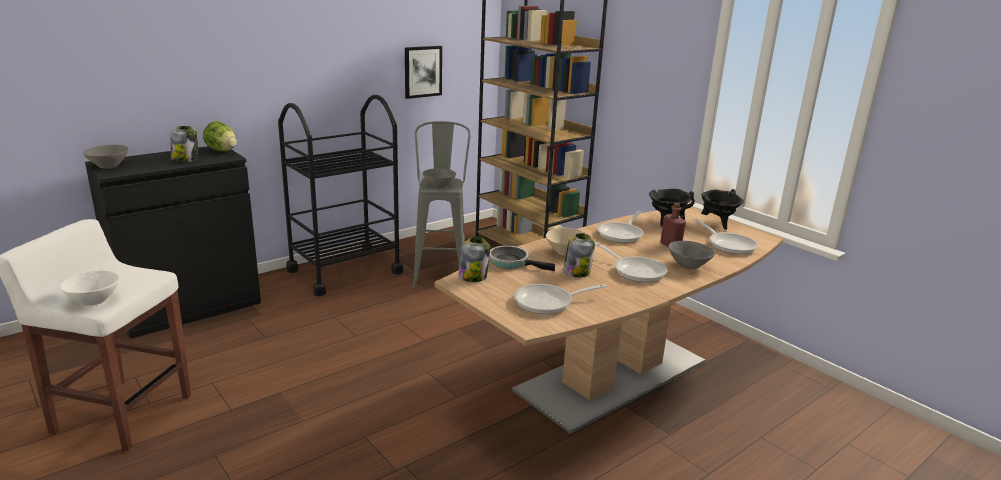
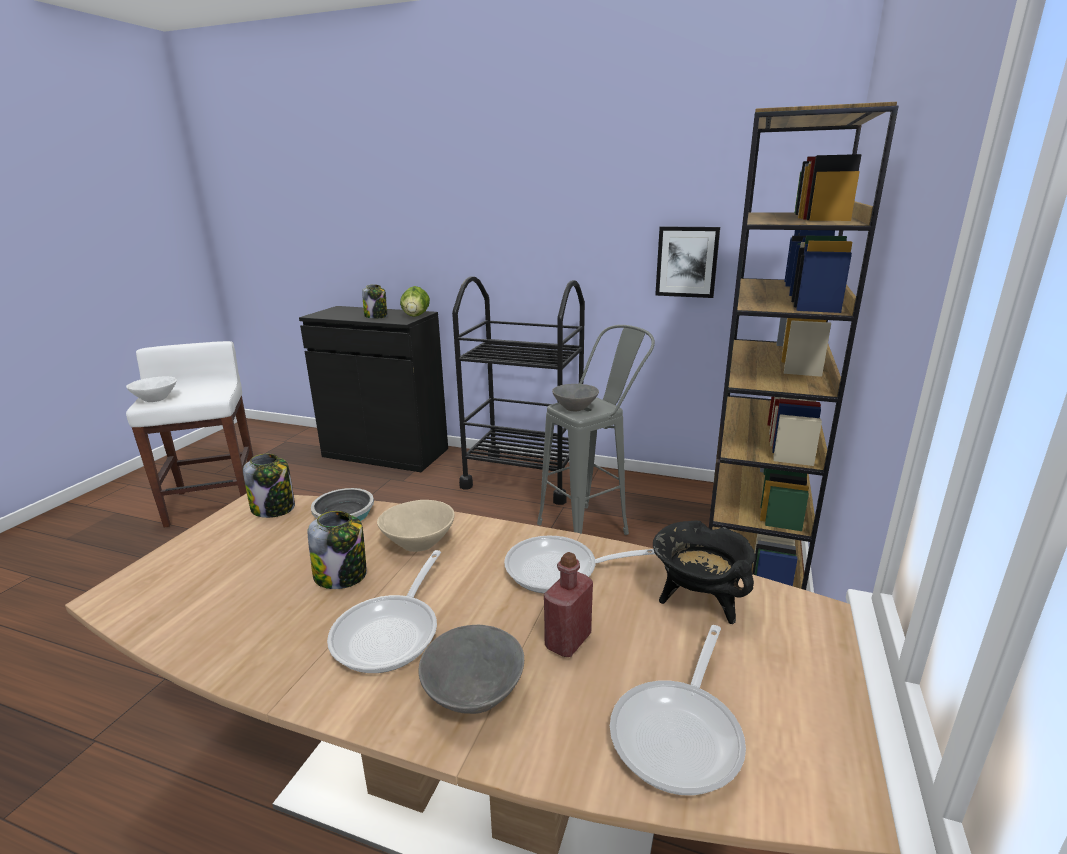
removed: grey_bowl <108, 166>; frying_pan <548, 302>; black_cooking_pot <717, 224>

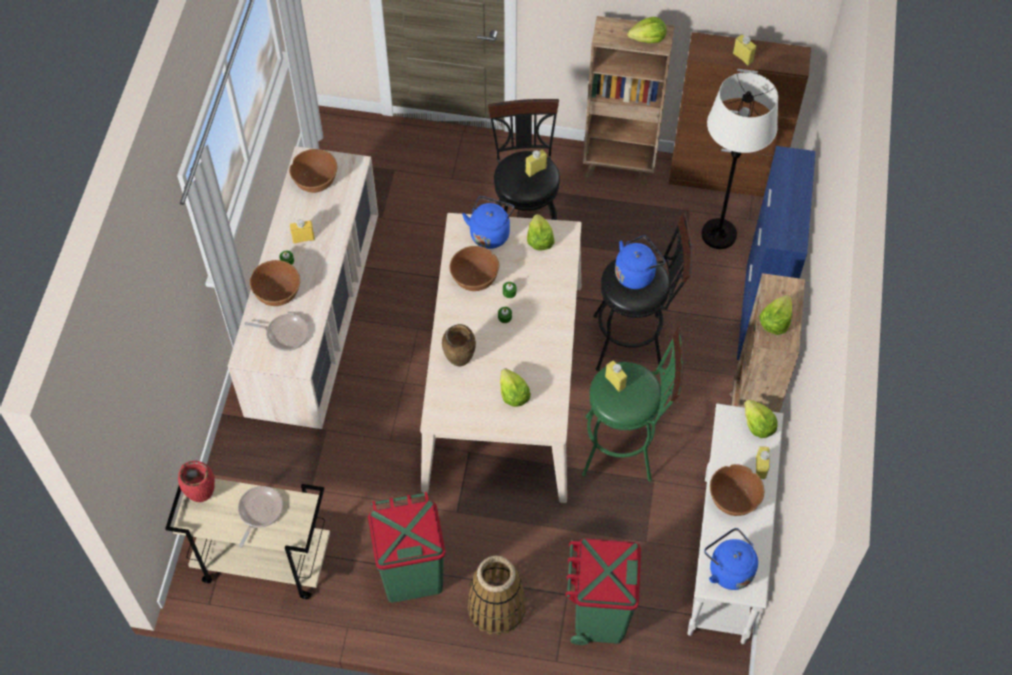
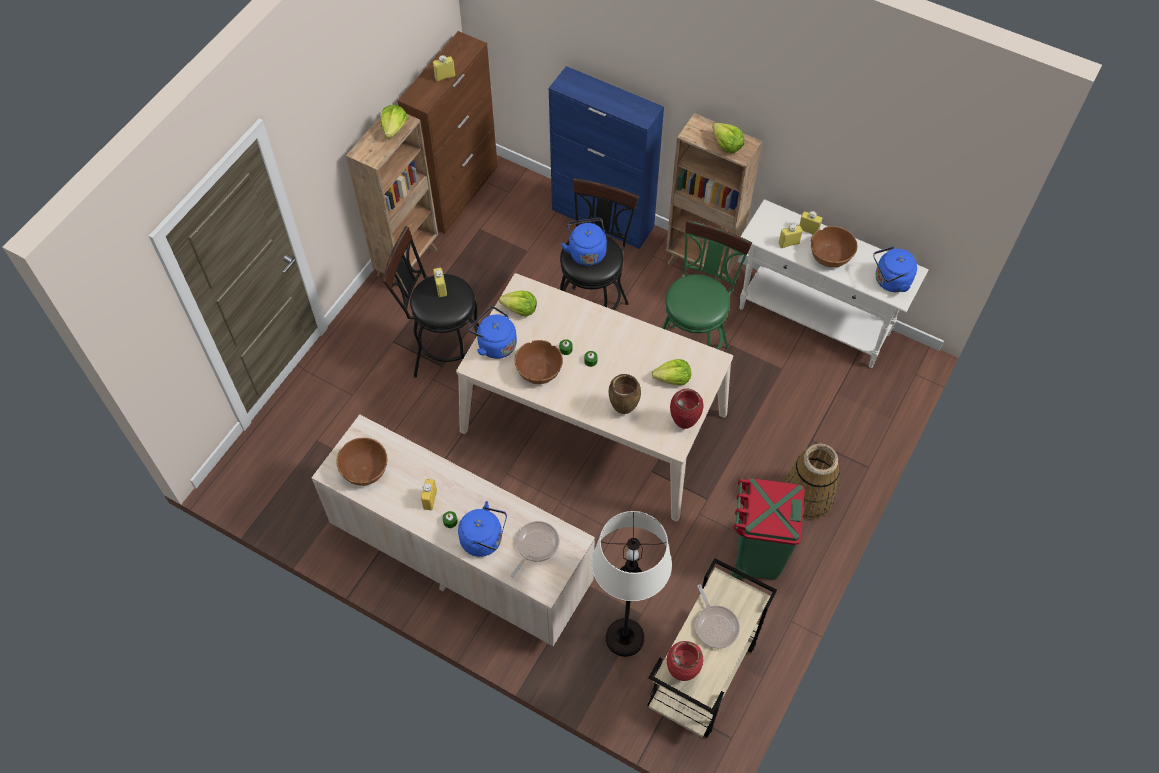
removed: green_trash_can <599, 615>; lettuce <758, 425>
added: red_vase <684, 423>
moved: yellow_bottle <615, 382> to <788, 243>; white_floor_lamp <719, 234> to <625, 637>
replaced: brown_bowl <277, 293> to blue_kettle <484, 540>
turned: frying_pan <259, 512> = <715, 625> 150 degrees counterclockwise

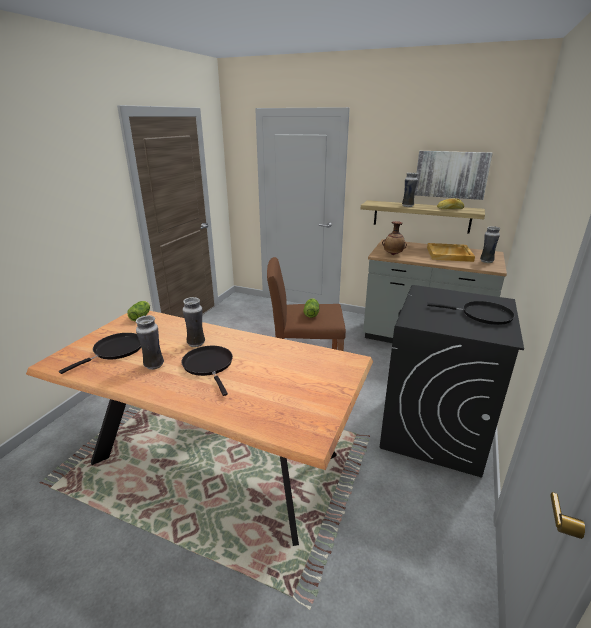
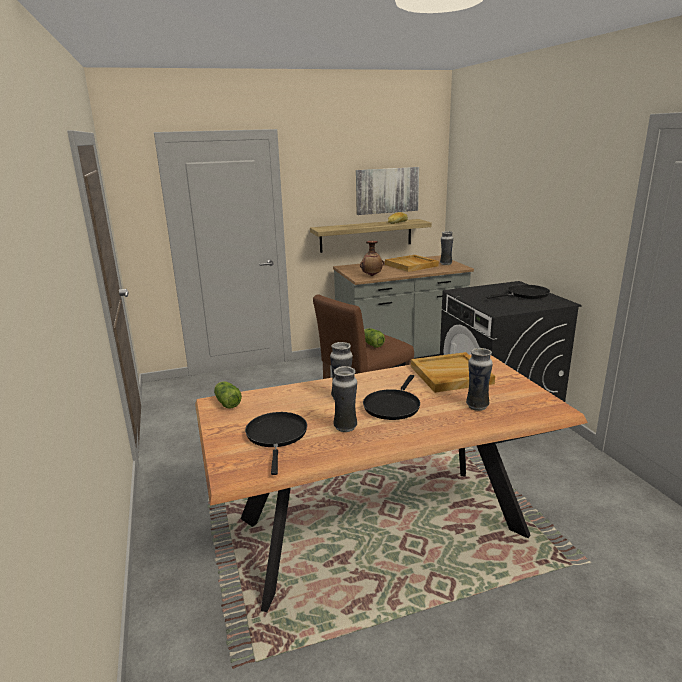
added: beige_tray <450, 375>
moved: vase <408, 206> to <477, 406>
turned: black_frying_pan <209, 365> = <392, 406> 90 degrees counterclockwise

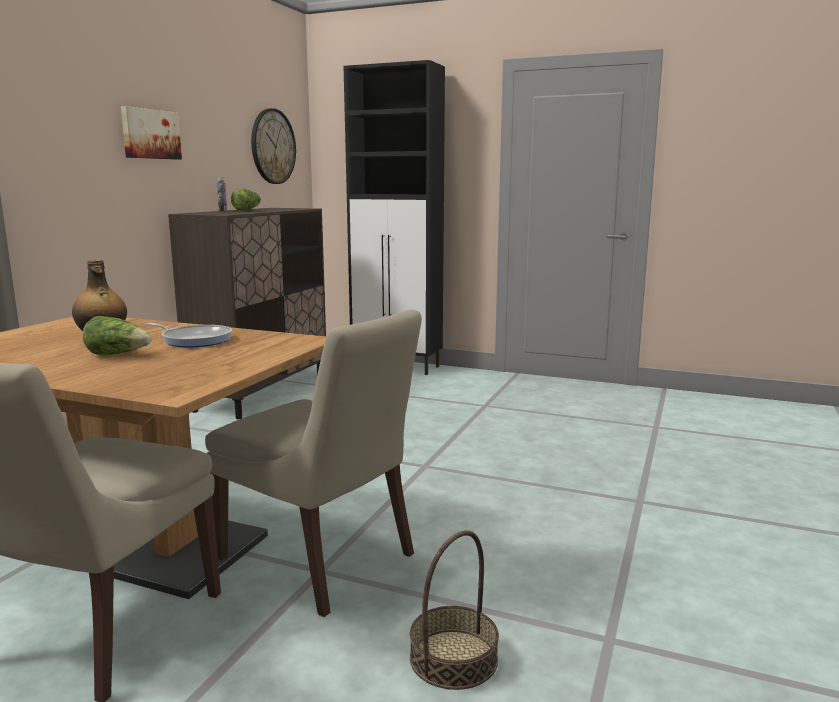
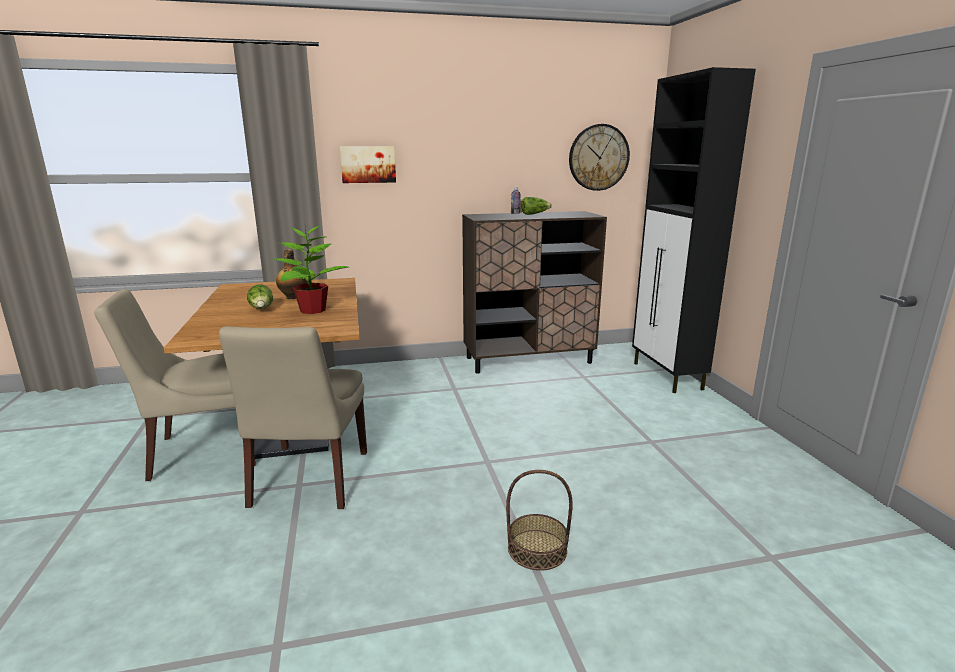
moved: picture <150, 134> to <368, 164>; basket <453, 658> to <537, 549>
replaced: frying_pan <194, 340> to potted_plant <312, 310>

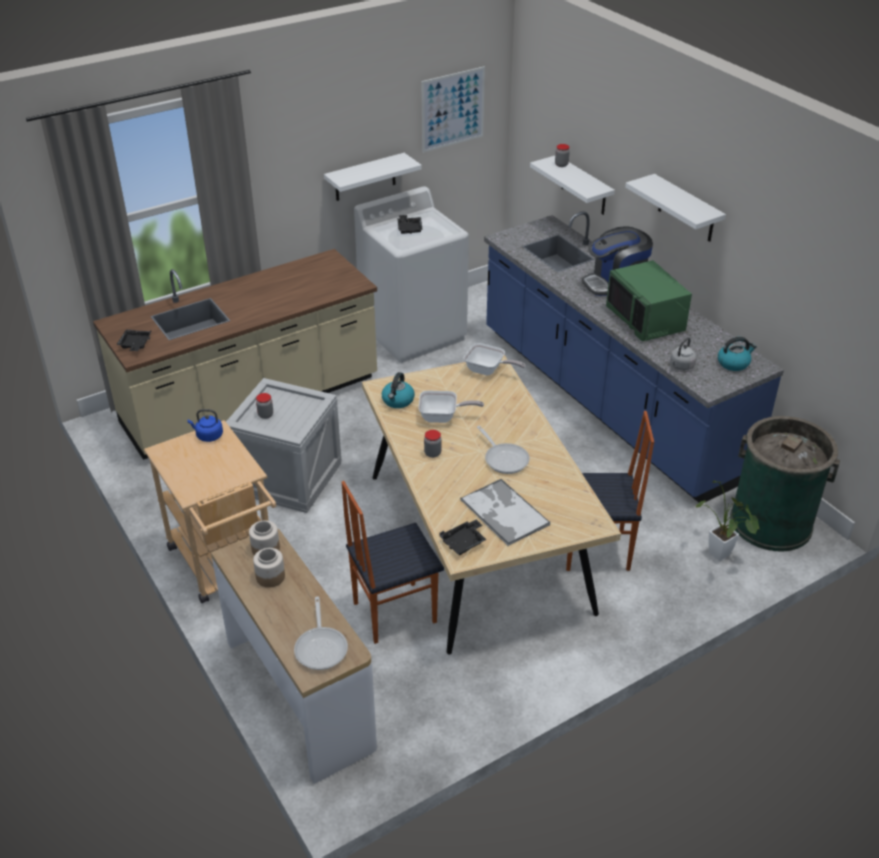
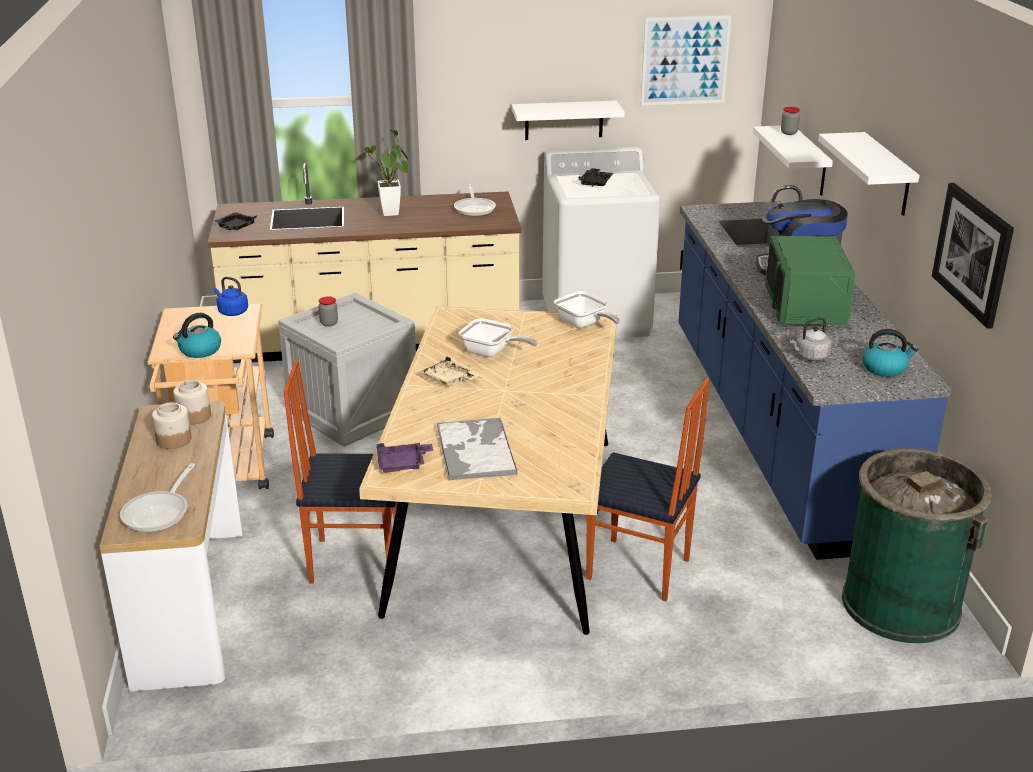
added: picture <973, 253>
moved: kettle <398, 401> to <200, 351>; frying_pan <504, 458> to <475, 208>; potted_plant <722, 557> to <390, 215>
replaced: jar <432, 453> to beige_tray <448, 380>
recoloured: black_tray <464, 542> to purple_tray <403, 464>

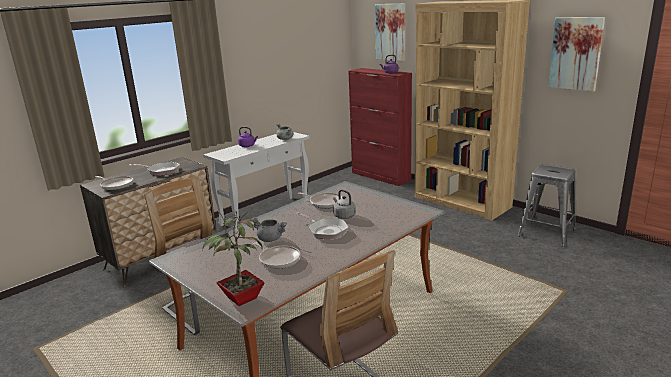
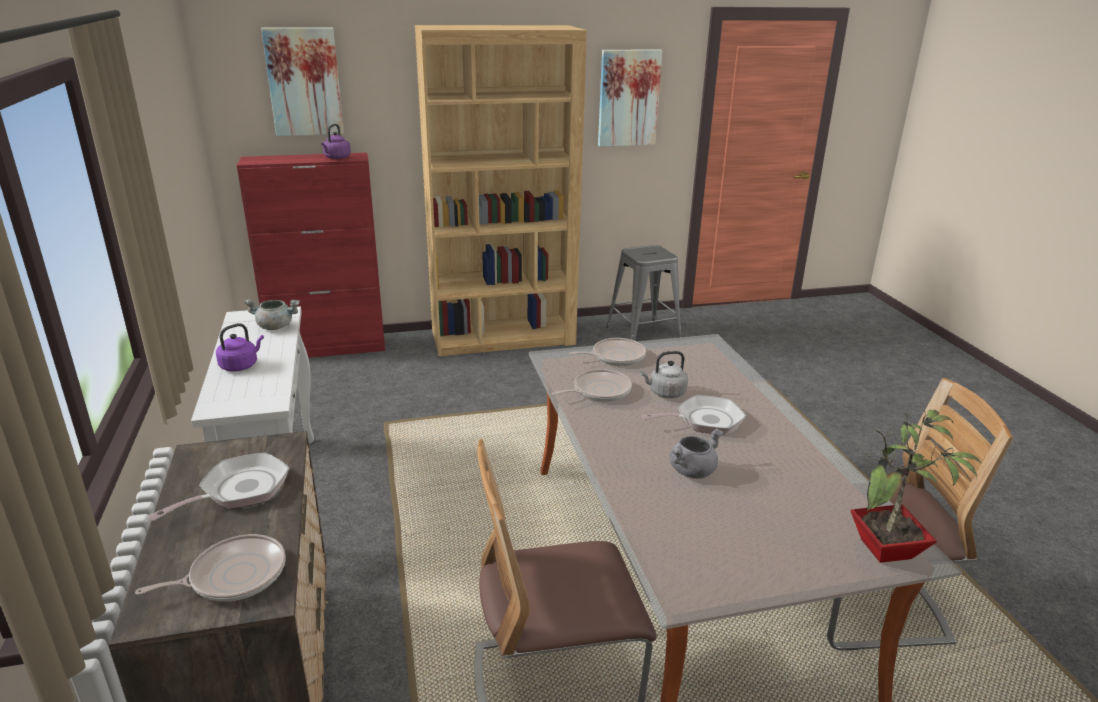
moved: frying_pan <278, 259> to <615, 356>

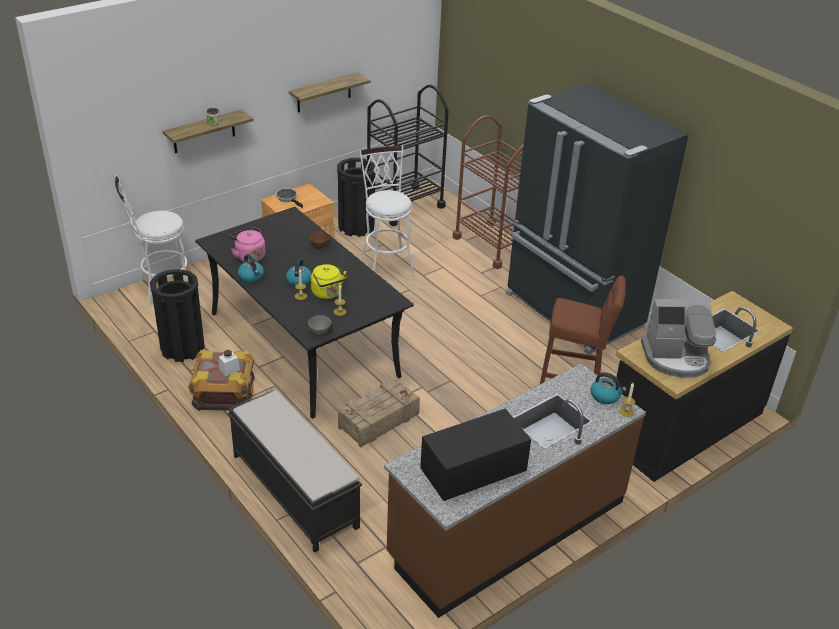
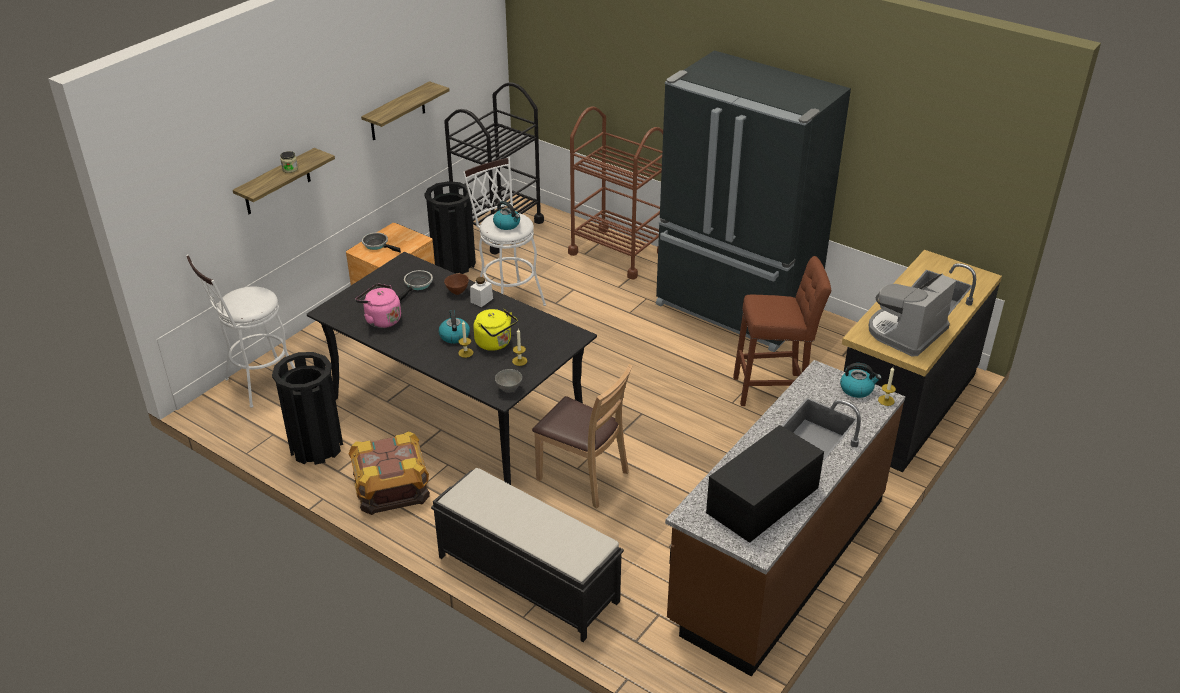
added: frying_pan <417, 285>
moved: white_jar <229, 370> to <481, 300>; kettle <251, 276> to <507, 224>
replaced: crate <378, 420> to brown_chair <583, 477>
turned: coffee_machine <676, 358> = <906, 332> 150 degrees clockwise

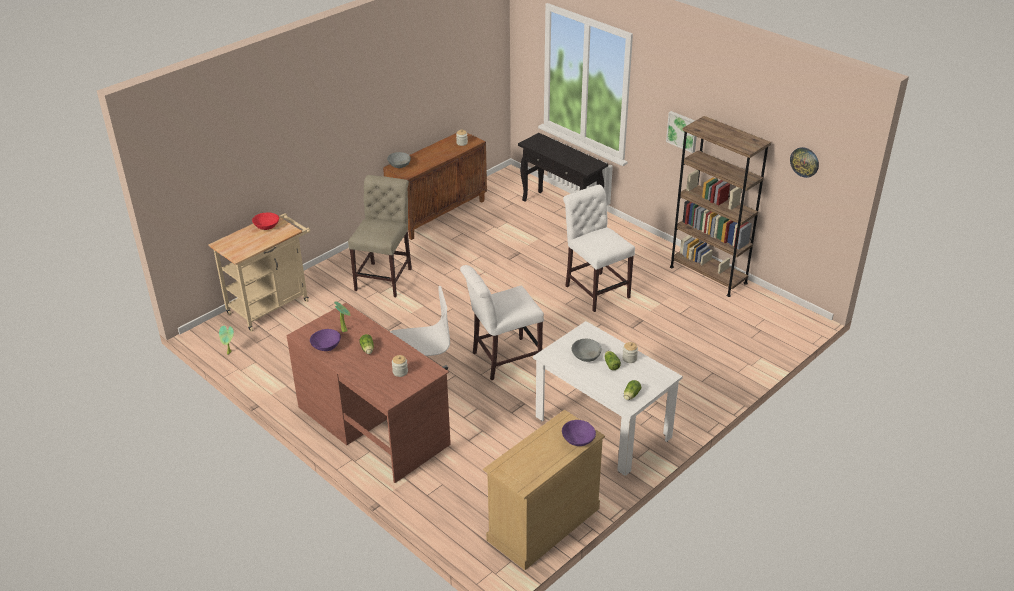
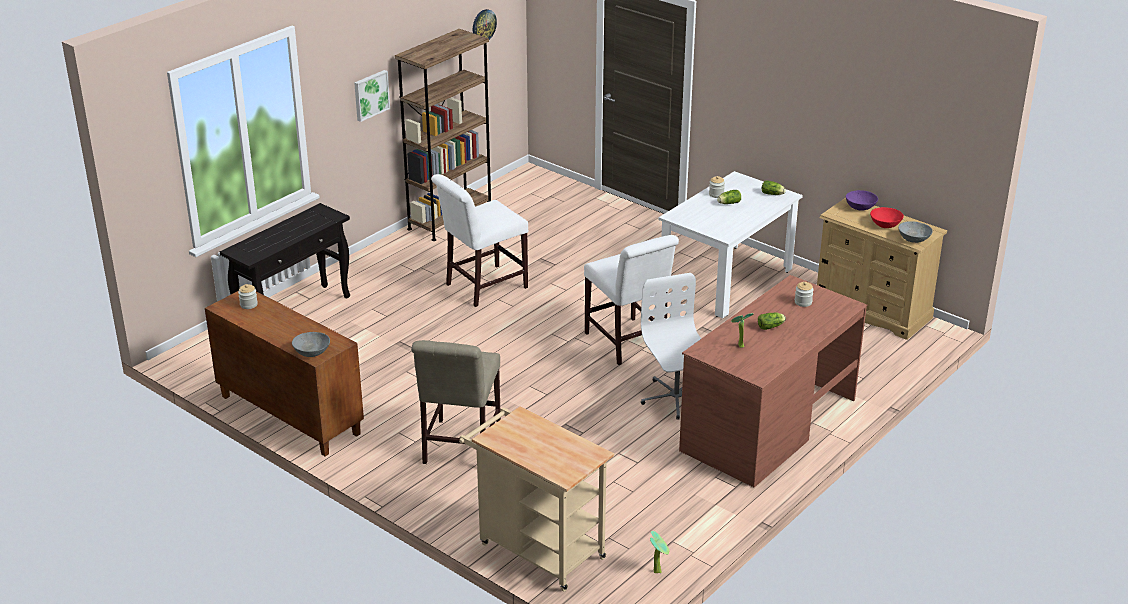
removed: purple_bowl <326, 346>
moved: red_bowl <266, 227> to <886, 225>; grey_bowl <585, 356> to <913, 239>
turned: beige_chair <385, 277> = <459, 448> 90 degrees counterclockwise

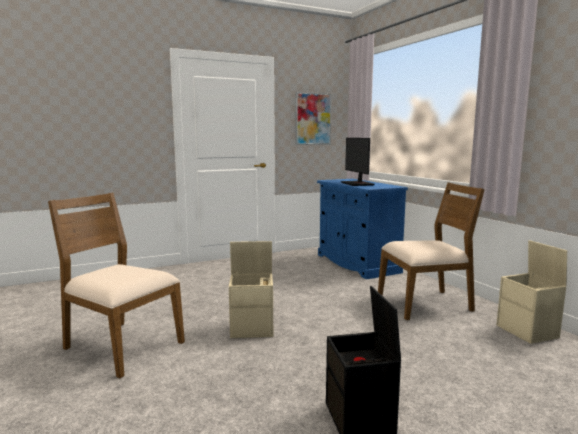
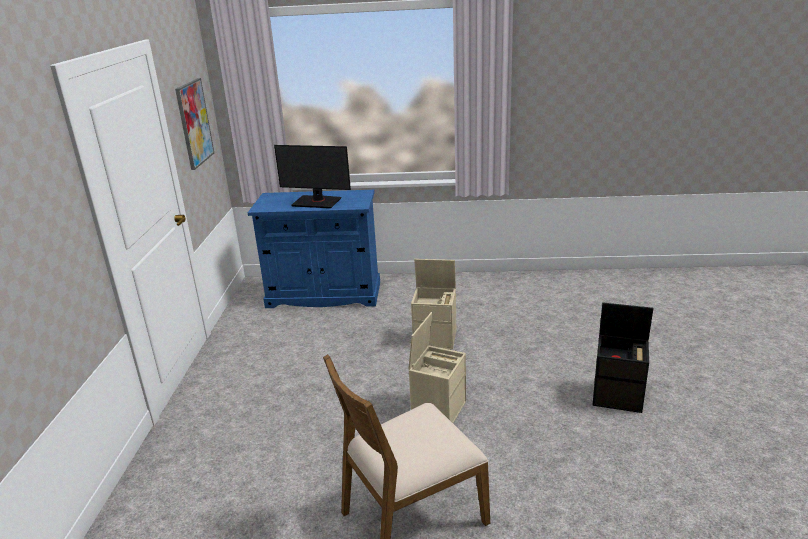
removed: brown_chair <425, 303>
moved: beige_storage_box <528, 332> to <436, 339>

